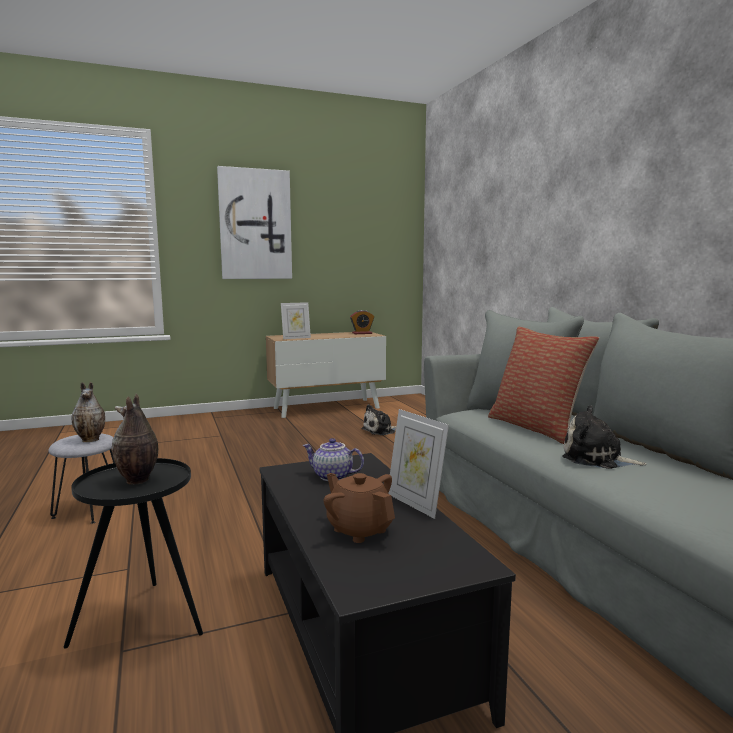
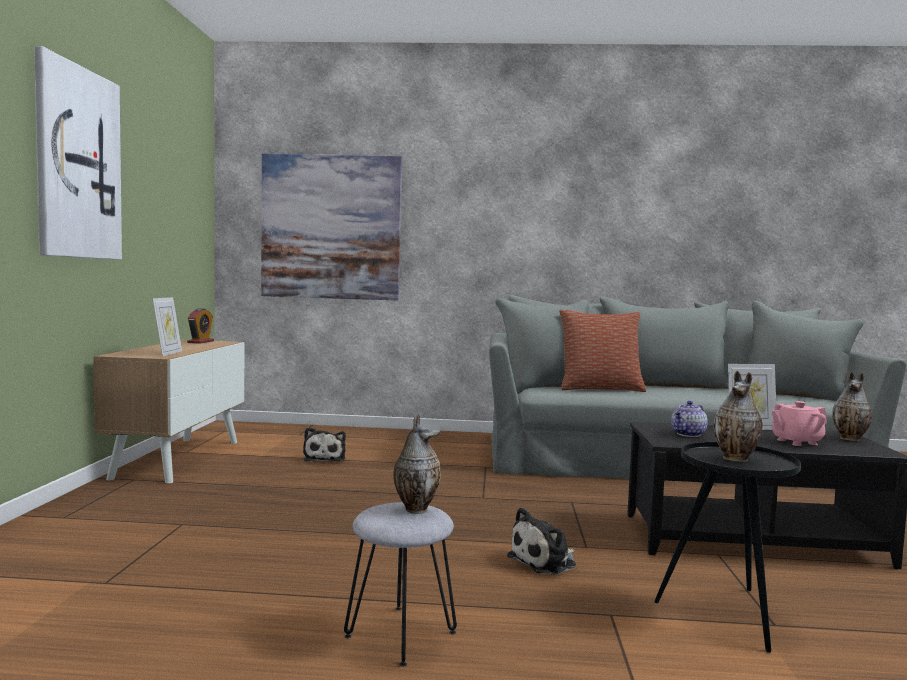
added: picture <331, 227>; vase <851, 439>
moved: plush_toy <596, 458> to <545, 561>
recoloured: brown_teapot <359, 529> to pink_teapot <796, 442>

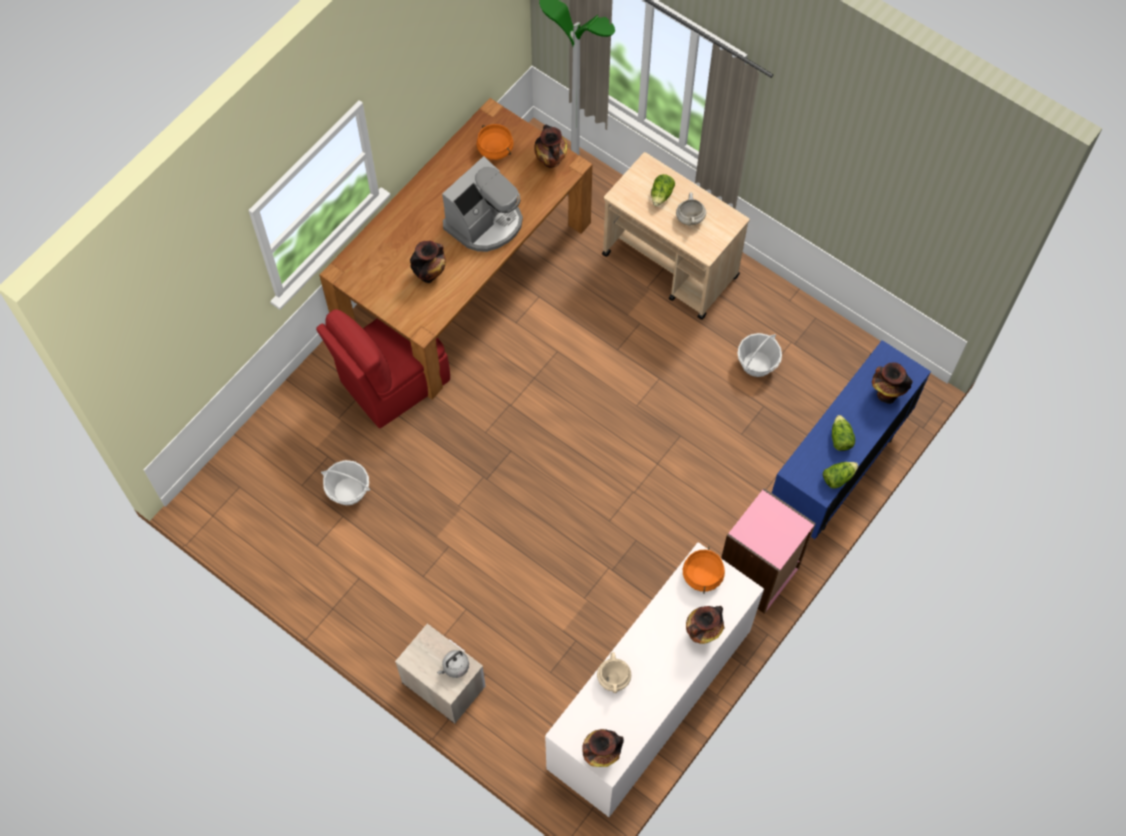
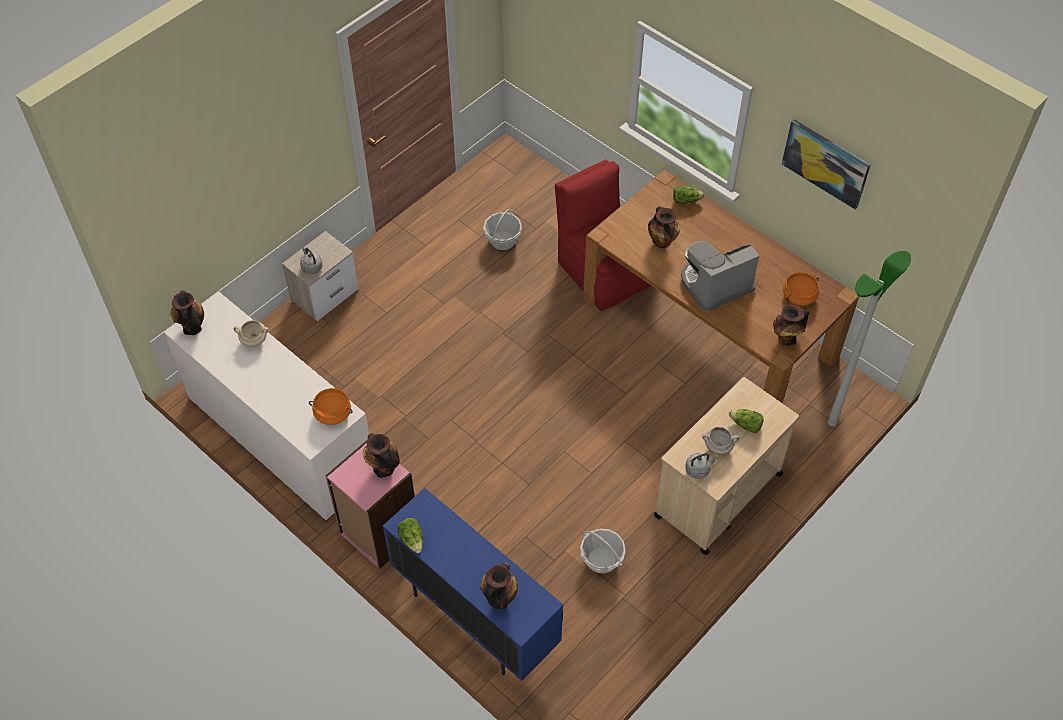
added: grey_kettle <698, 469>; picture <826, 163>
moved: vase <703, 633> to <383, 468>; lettuce <840, 438> to <686, 200>
turned: coffee_machine <485, 223> = <715, 284> 105 degrees clockwise

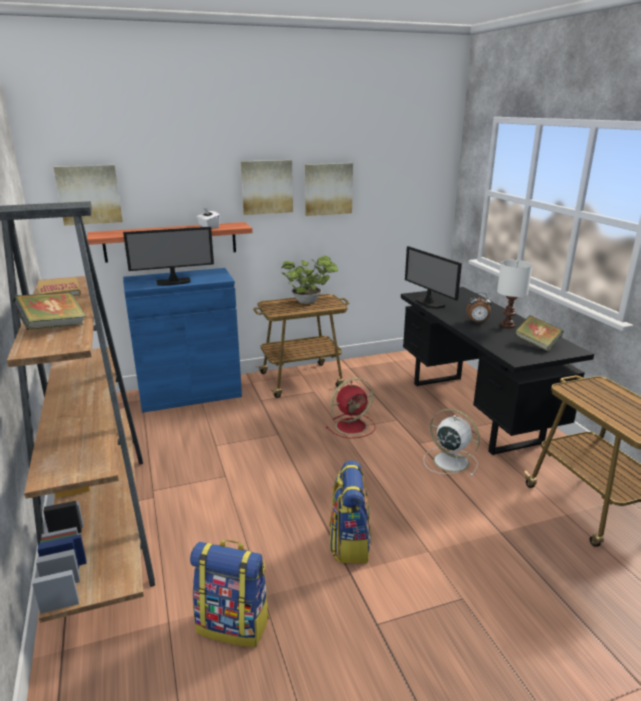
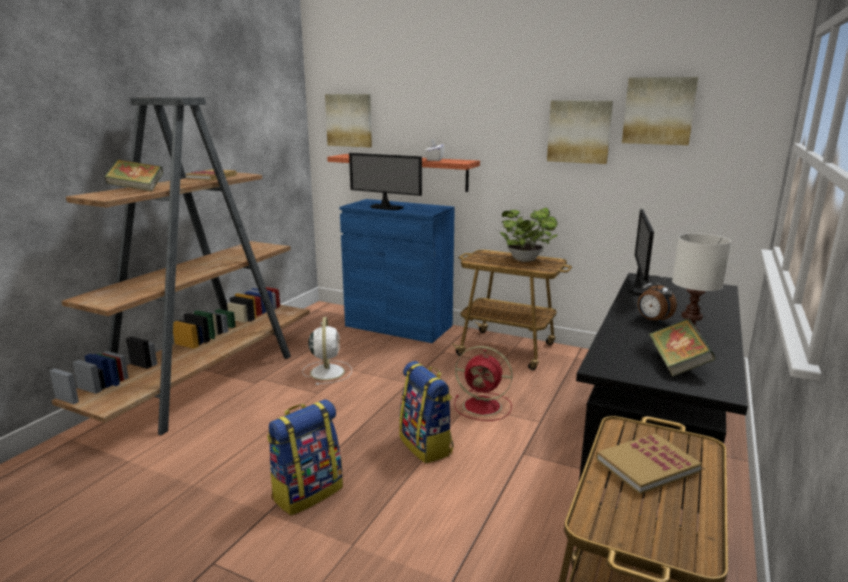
added: book <647, 466>
moved: backpack <234, 624> to <426, 445>; picture <267, 187> to <658, 111>; white_fan <449, 461> to <327, 371>

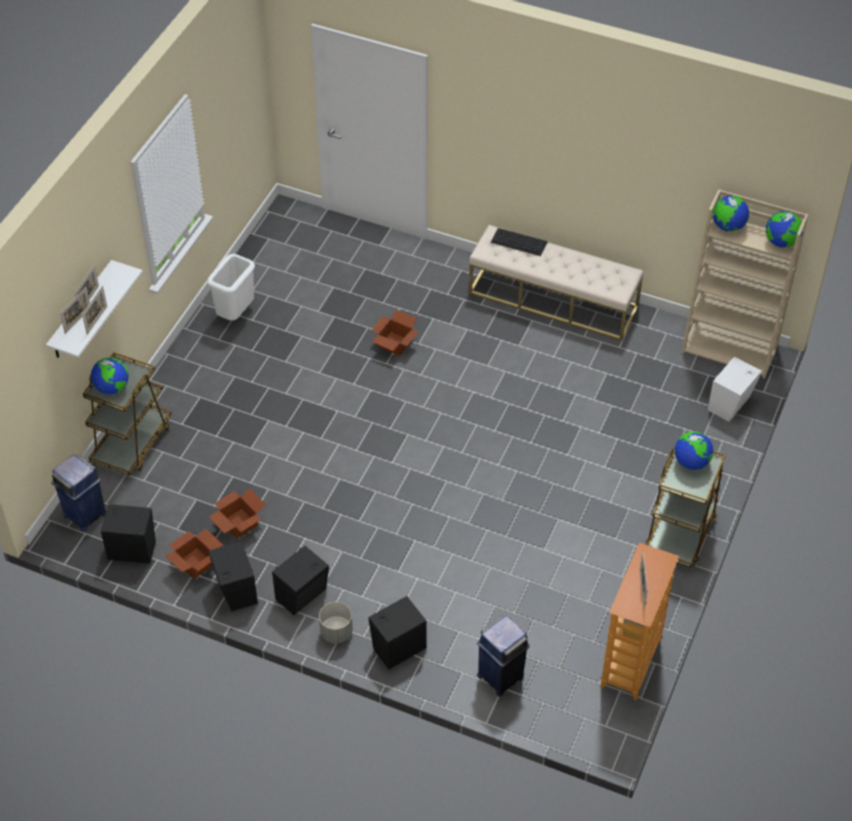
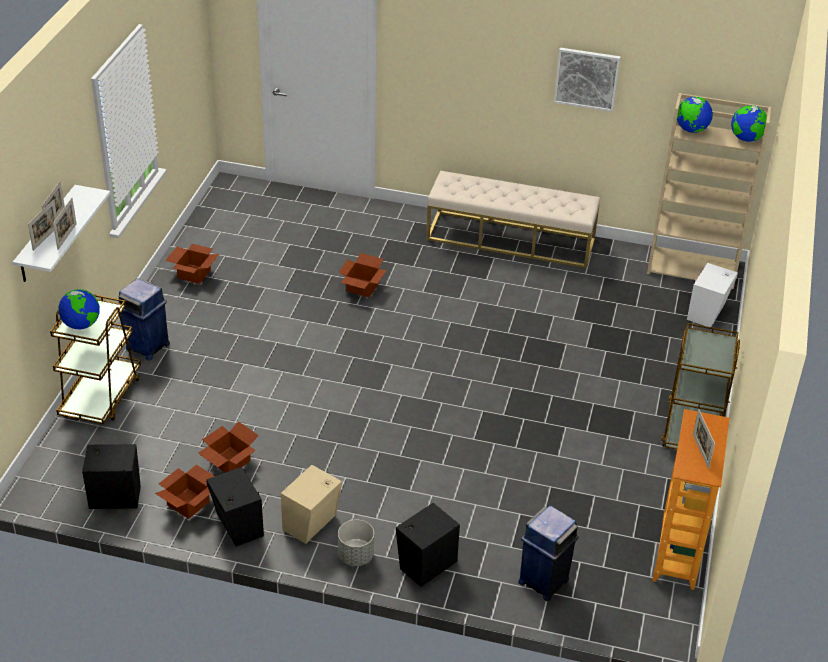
removed: keyboard <519, 242>; globe <691, 462>
added: picture <586, 78>
moved: blue_trash_can <85, 514> to <147, 346>
replaced: white_trash_can <235, 313> to cardboard_box <193, 273>
recoloured: black_speaker <303, 595> to beige_speaker <312, 523>

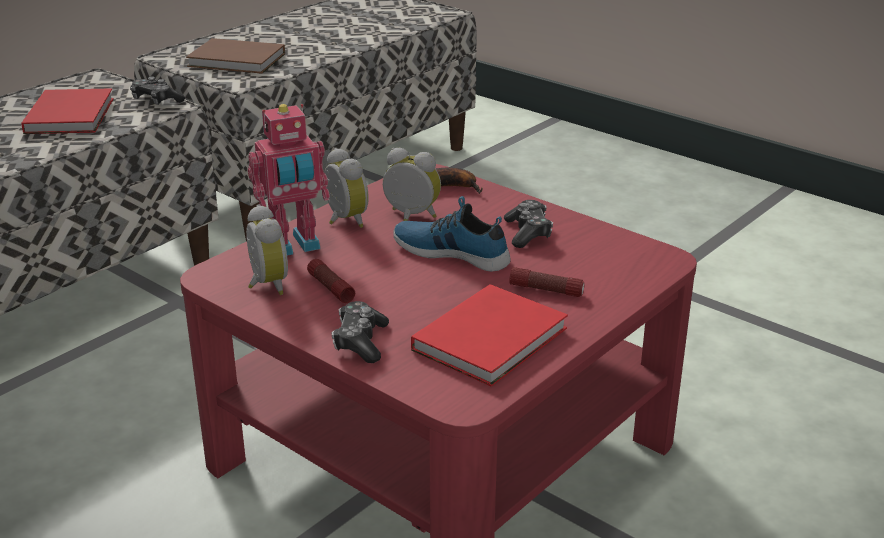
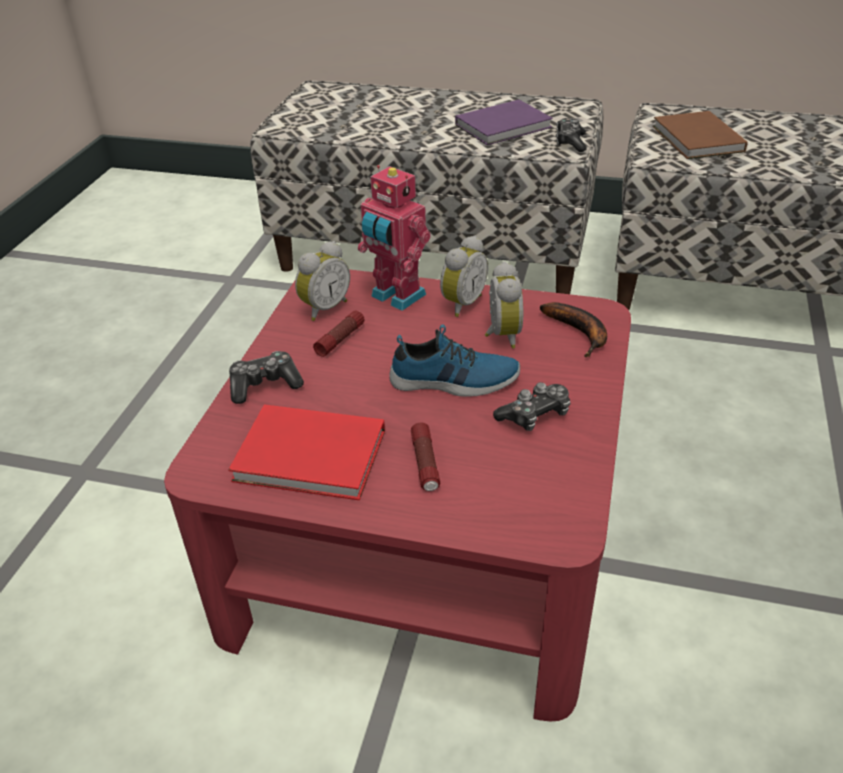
recoloured: red_book <72, 115> to purple_book <506, 126>
turned: shoe <452, 252> = <454, 381> 90 degrees clockwise

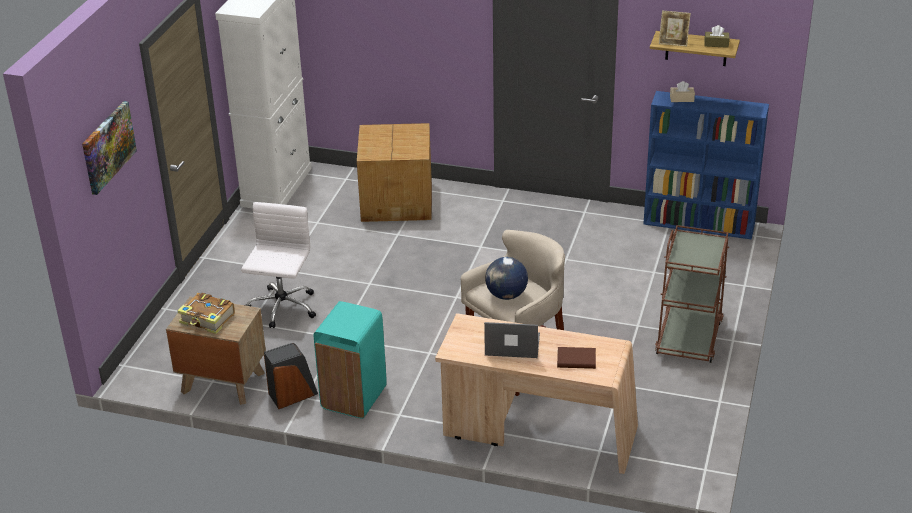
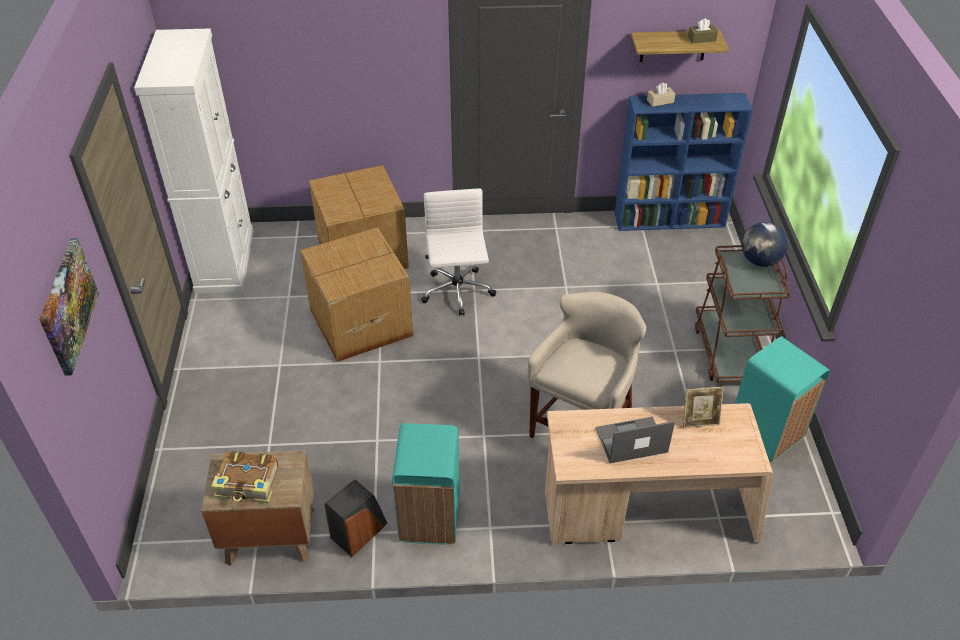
removed: brown_book <576, 360>
added: cardboard_box <359, 322>; turquoise_trash_can <765, 434>
moved: white_office_chair <281, 308> to <457, 292>; globe <506, 295> to <759, 261>; picture_frame <673, 43> to <699, 421>

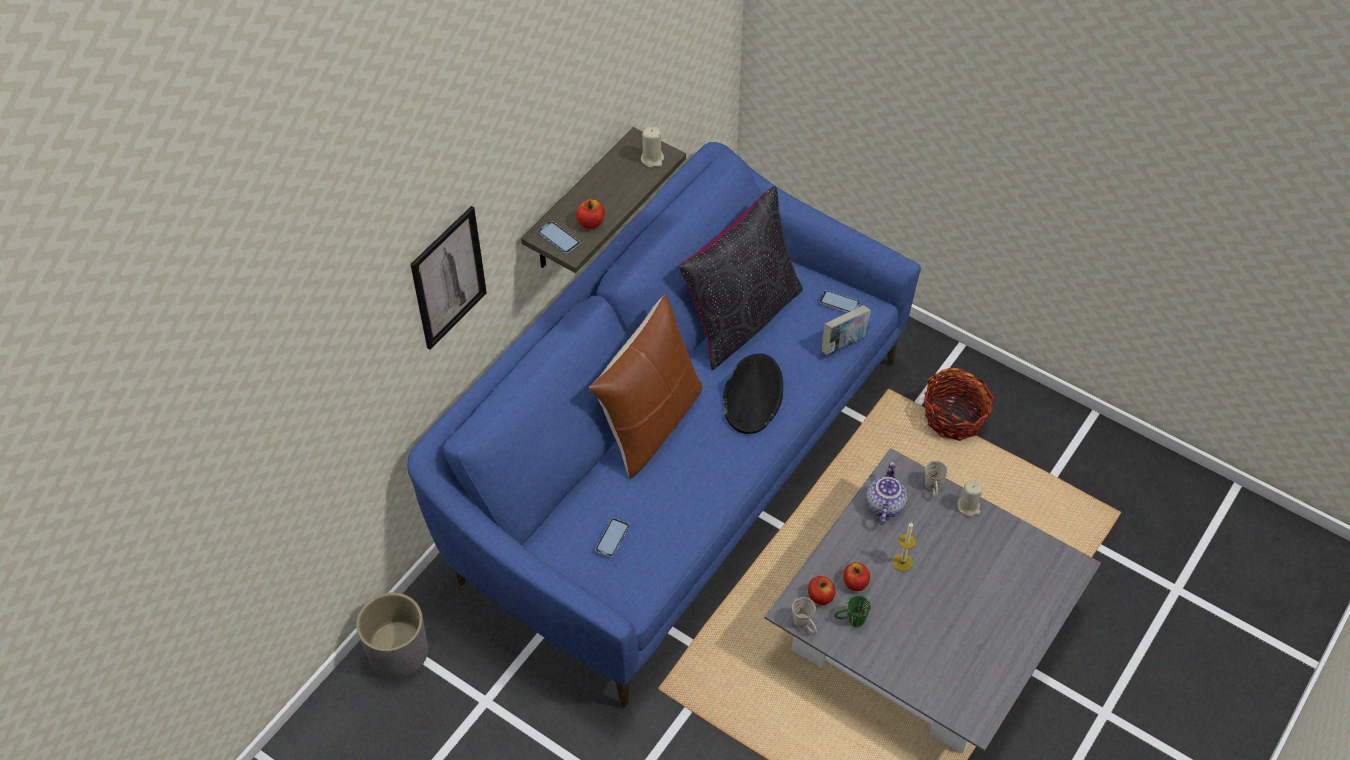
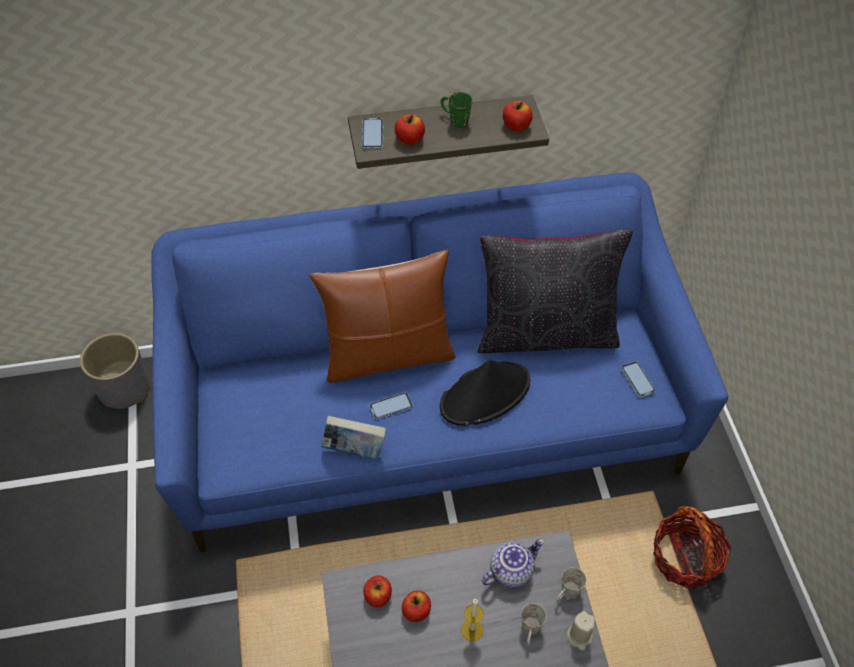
removed: picture <448, 278>
moved: phone <612, 538> to <391, 406>; white_mug <805, 625> to <530, 632>; book <844, 343> to <354, 450>; green_mug <850, 620> to <454, 120>
replaced: beige_candle <652, 159> to apple <516, 126>

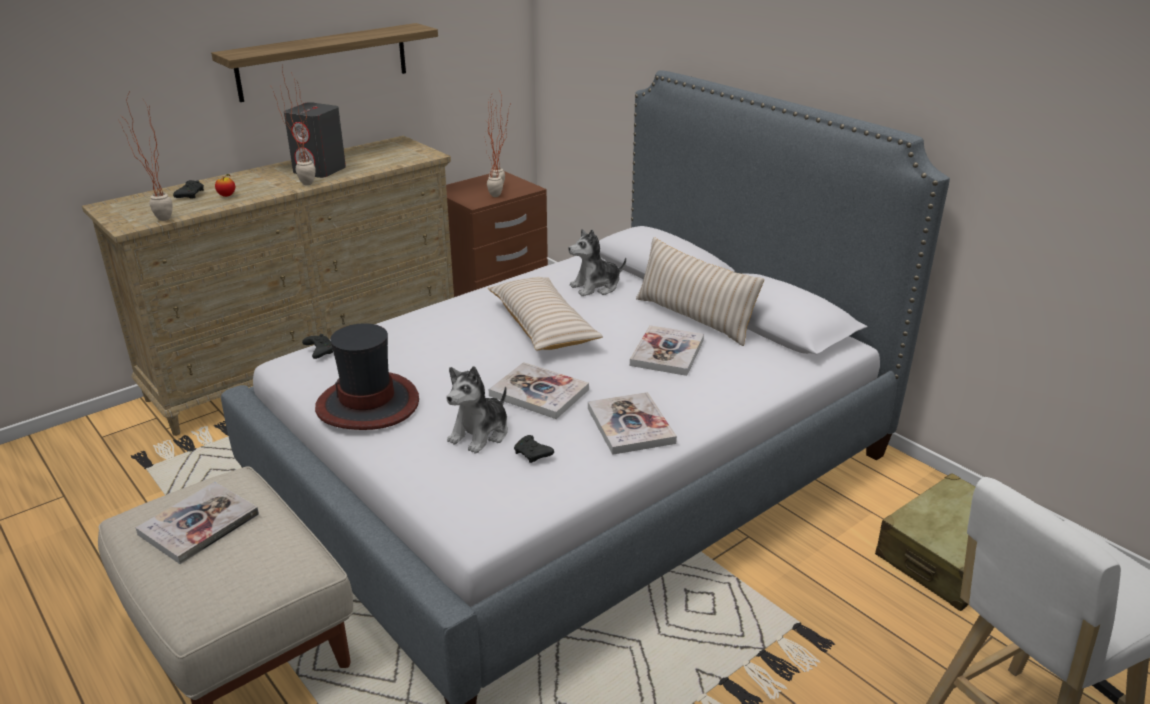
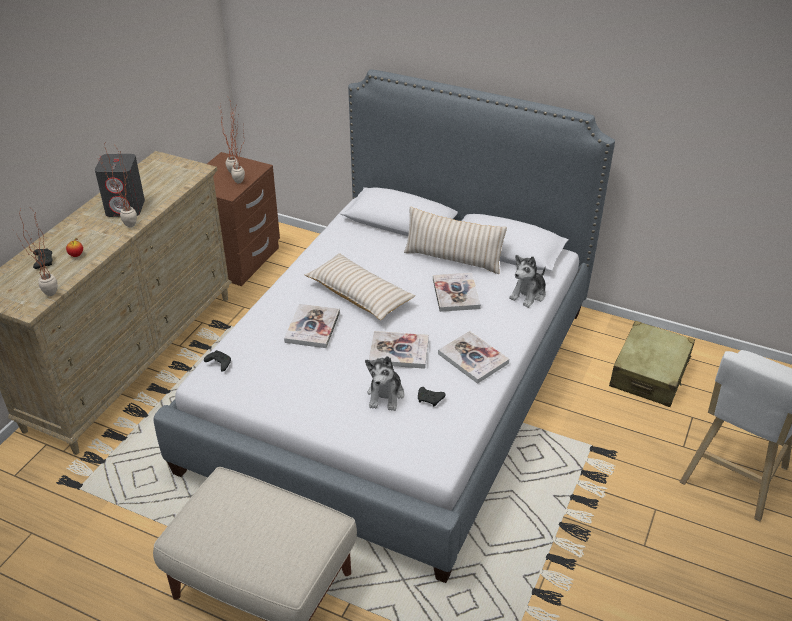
removed: shelf <323, 62>; hat <368, 404>
moved: book <199, 524> to <312, 327>; plush_toy <596, 287> to <528, 295>

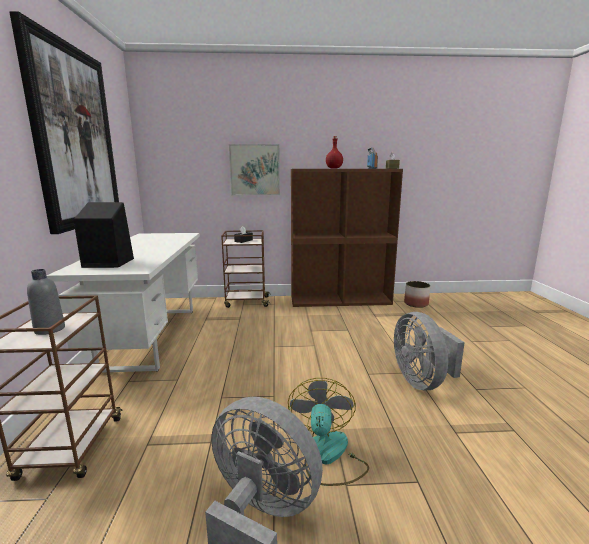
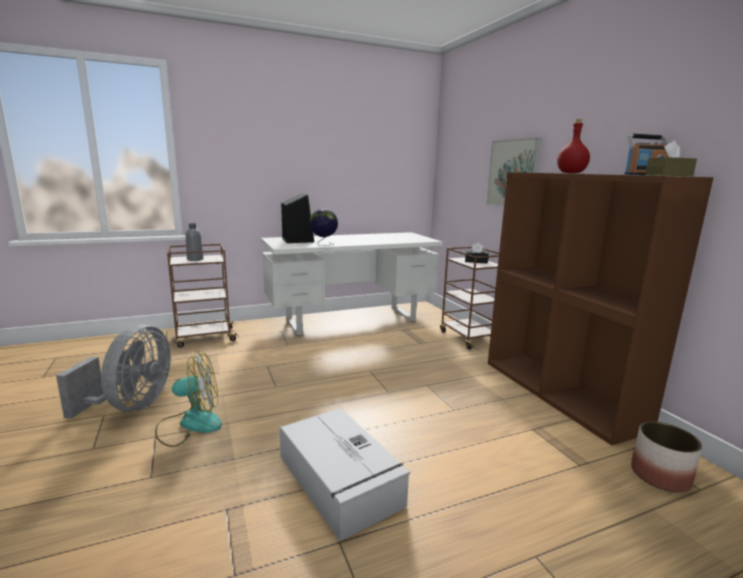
removed: picture <75, 138>
added: globe <323, 244>
replaced: grey_fan <422, 381> to grey_storage_box <340, 481>

